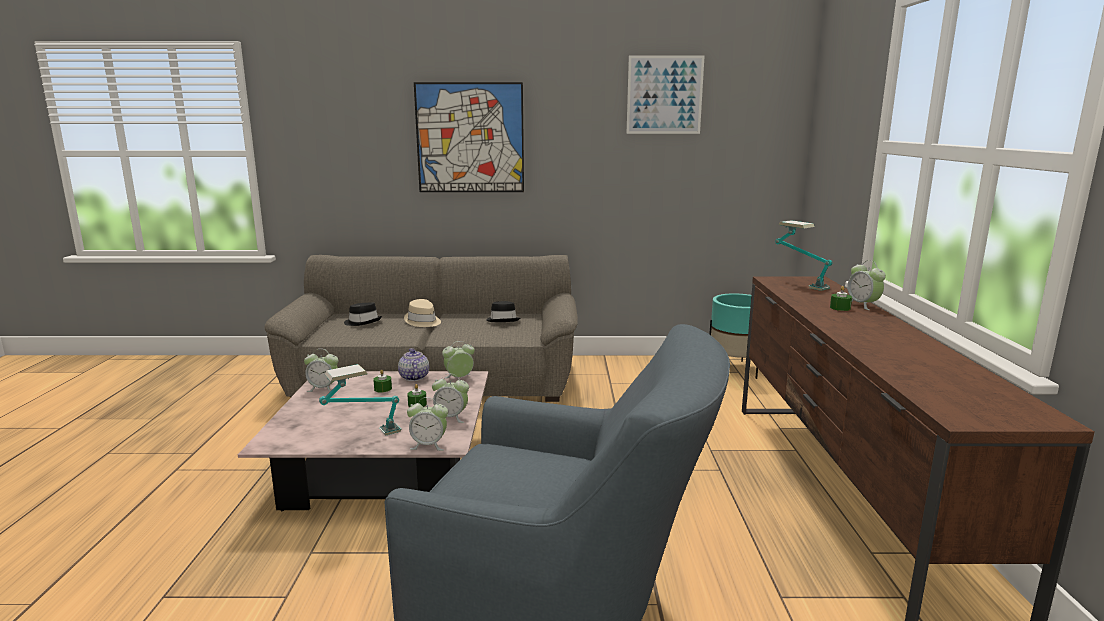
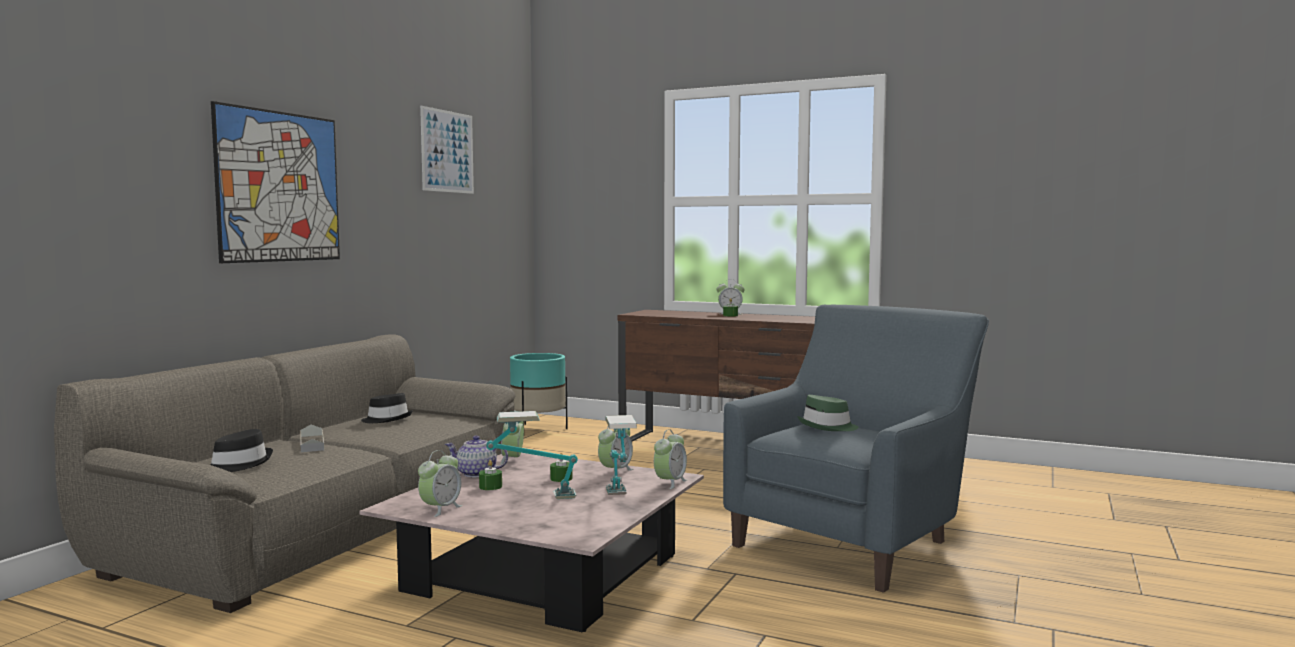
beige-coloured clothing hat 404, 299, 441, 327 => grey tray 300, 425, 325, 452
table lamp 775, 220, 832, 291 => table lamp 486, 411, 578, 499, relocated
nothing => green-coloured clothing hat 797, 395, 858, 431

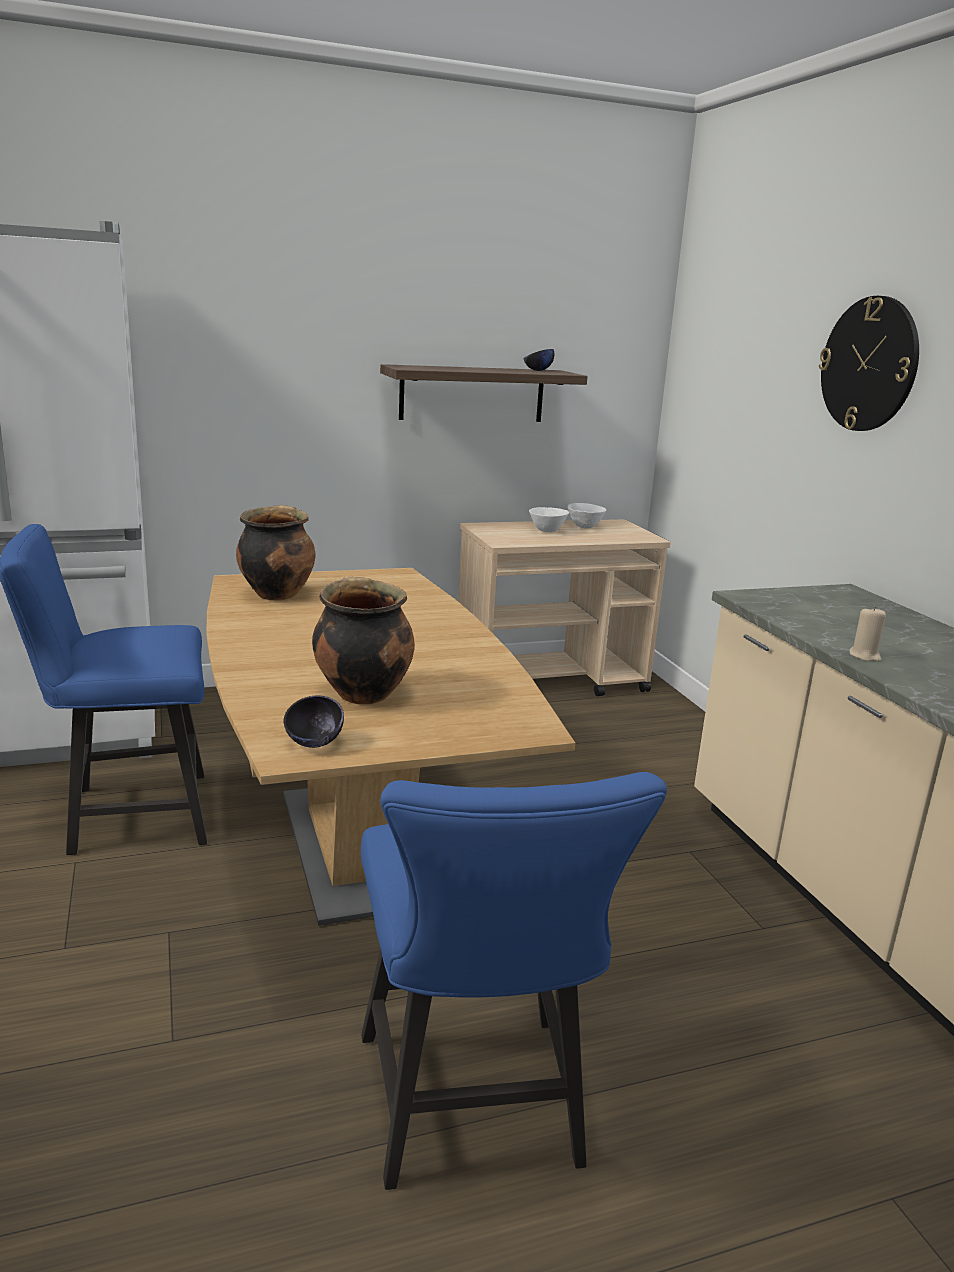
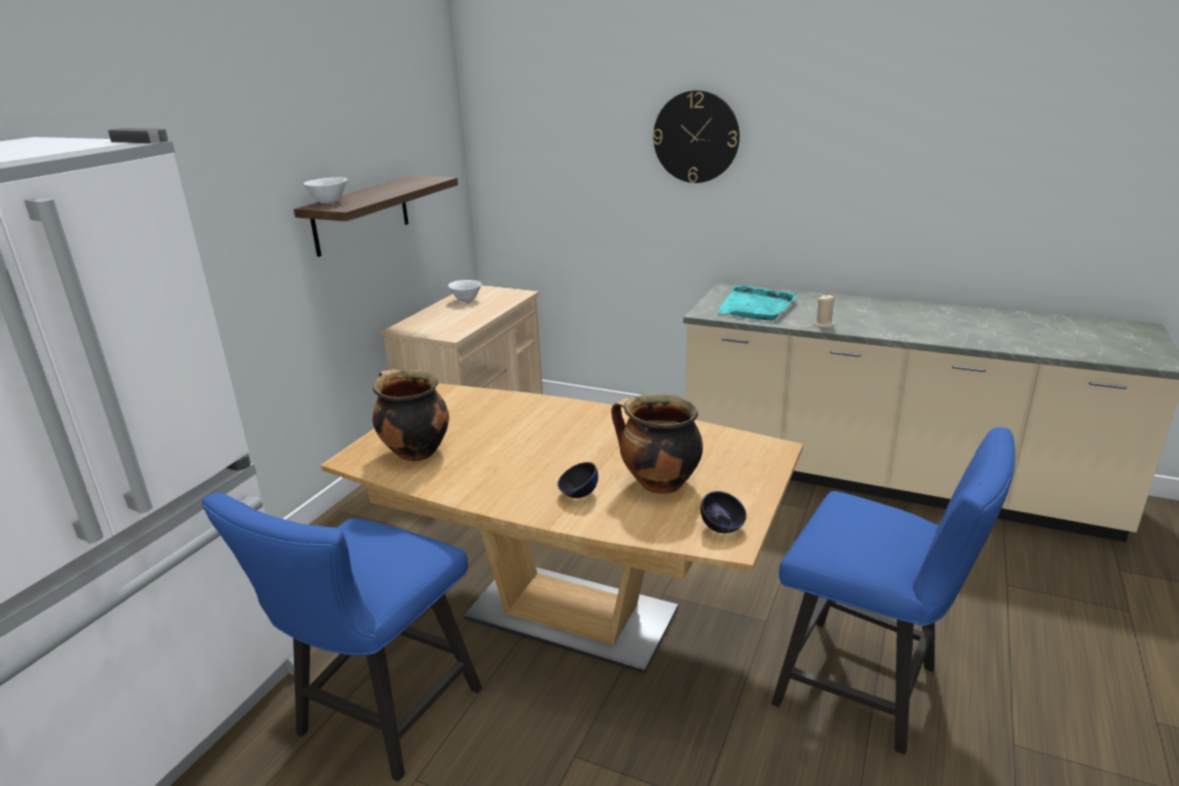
blackish deep dish 524, 349, 554, 371 => blackish deep dish 558, 462, 598, 498, relocated
white deep dish 529, 507, 569, 532 => white deep dish 304, 177, 347, 204, relocated
nothing => turquoise-coloured tray 717, 286, 797, 320

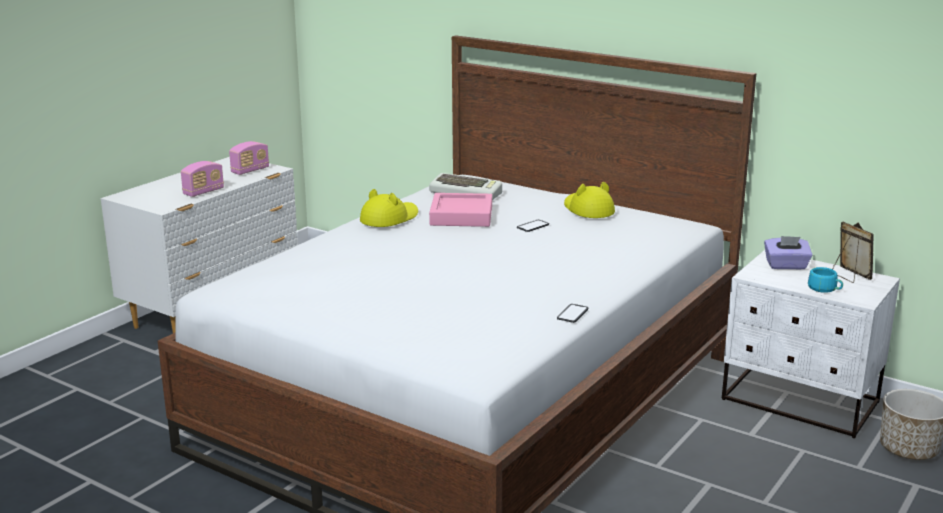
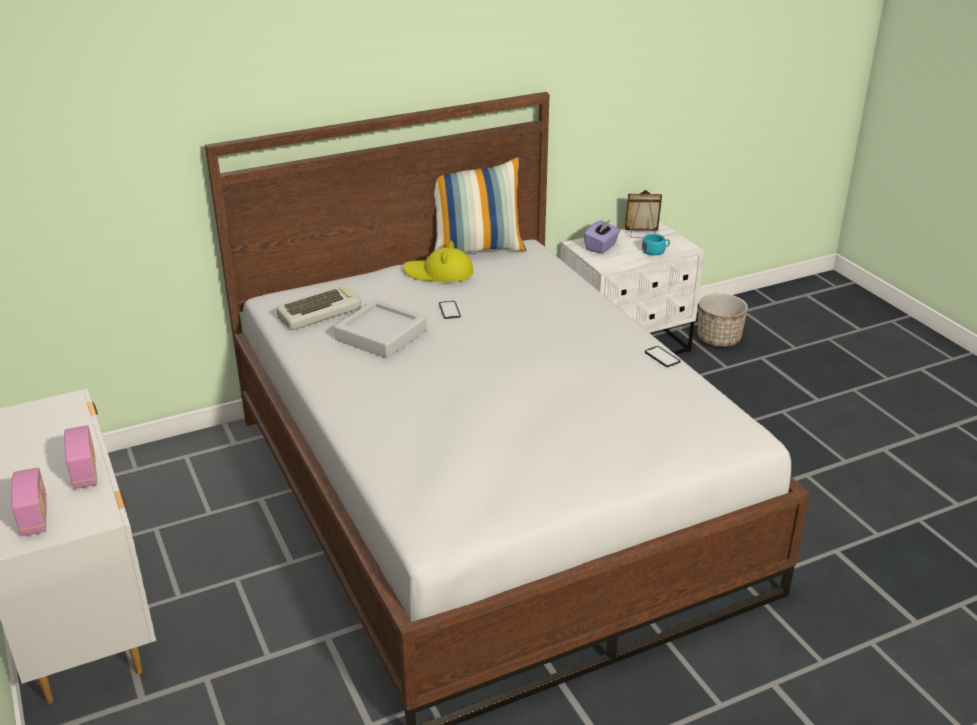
radio set 229, 141, 269, 175 => radio set 11, 468, 47, 536, relocated
yellowish clothing hat 360, 189, 418, 227 => nothing
pink tray 429, 193, 492, 227 => grey tray 334, 300, 427, 358
nothing => cushion 434, 157, 526, 253

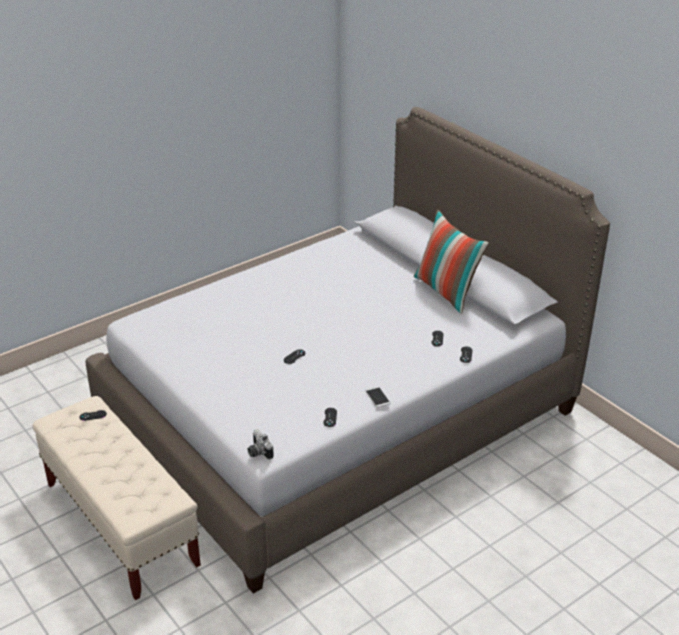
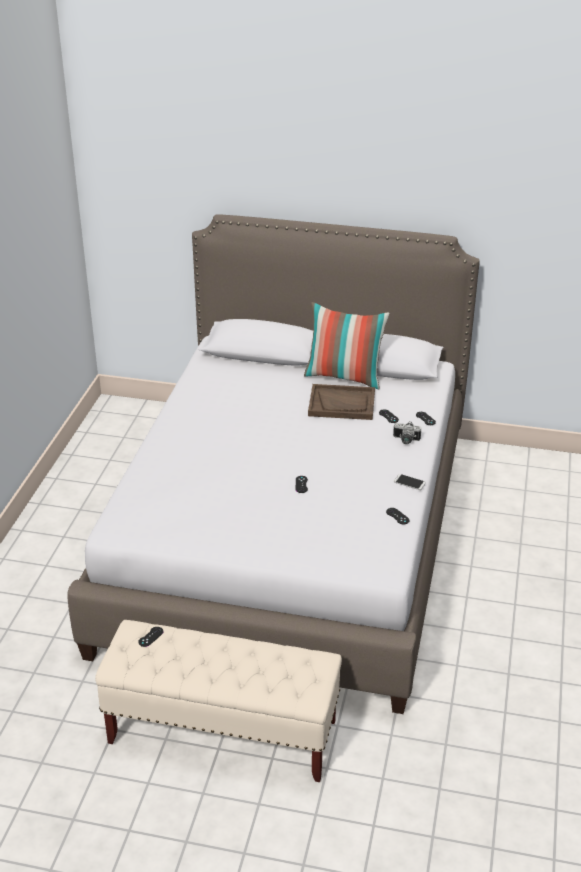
still camera 248, 429, 274, 460 => still camera 393, 421, 421, 444, relocated
nothing => brown-coloured tray 308, 384, 375, 420

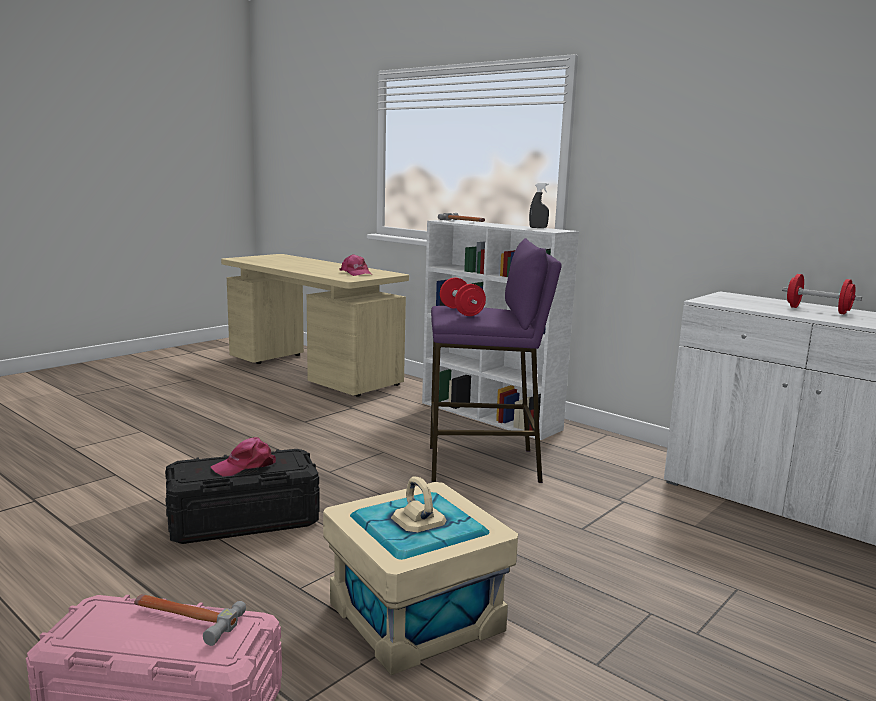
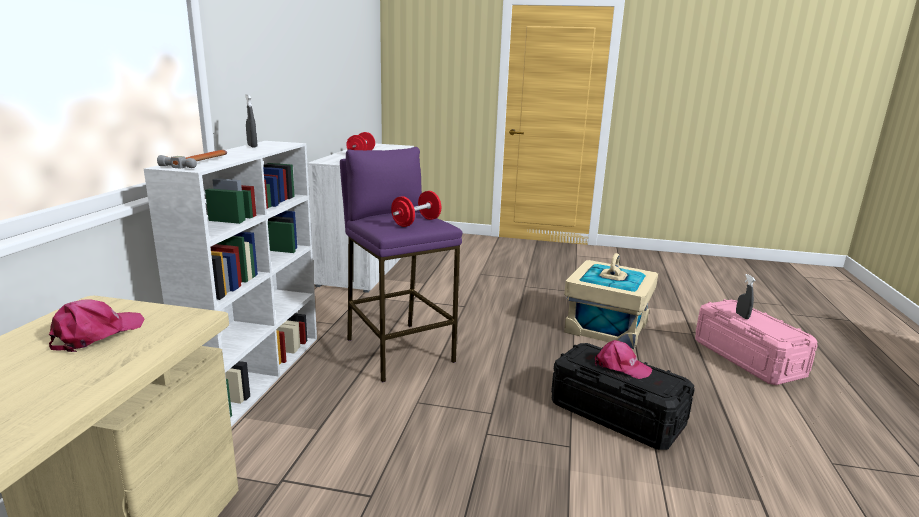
hand hammer 134, 594, 246, 646 => grey sprayer 736, 274, 756, 319

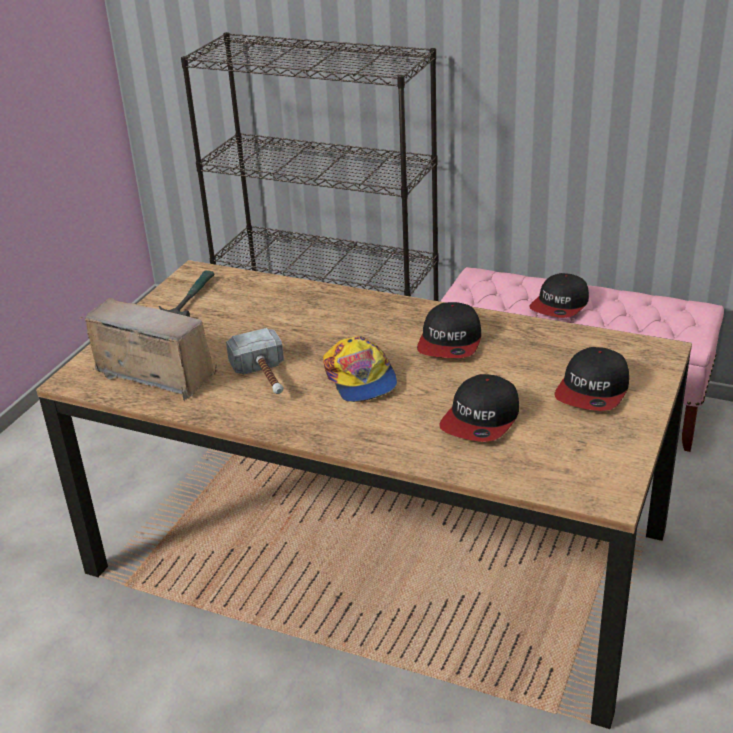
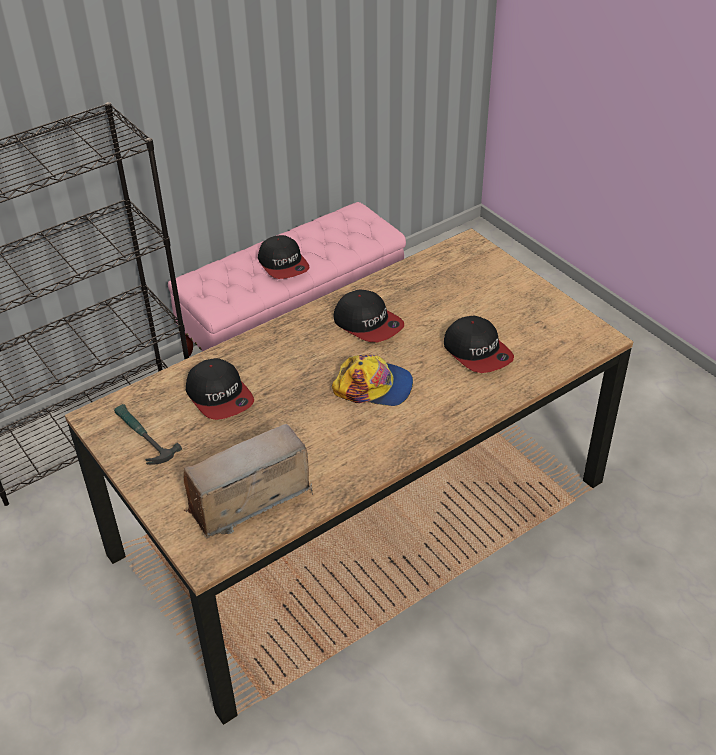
hand hammer 226, 328, 284, 394 => nothing
baseball cap 554, 347, 629, 411 => baseball cap 186, 358, 254, 420, relocated

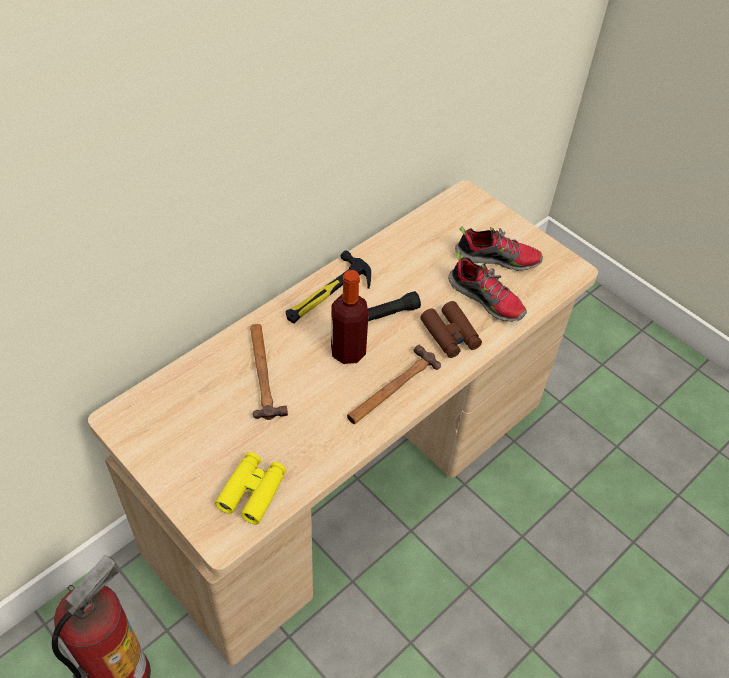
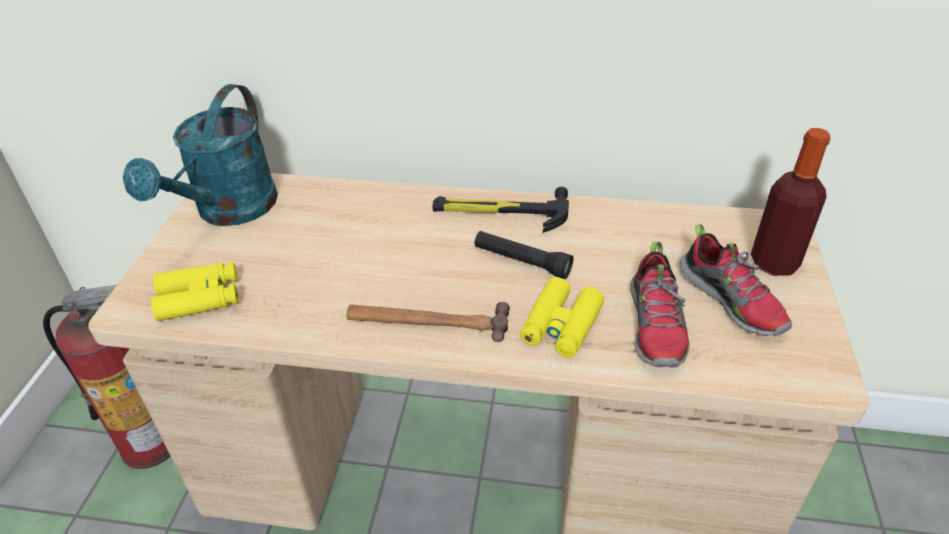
hand hammer 250, 324, 288, 420 => nothing
bottle 331, 270, 369, 364 => bottle 751, 128, 831, 276, relocated
brown-coloured binoculars 420, 301, 482, 358 => yellowish binoculars 520, 277, 604, 358
nothing => turquoise-coloured watering can 123, 84, 278, 226

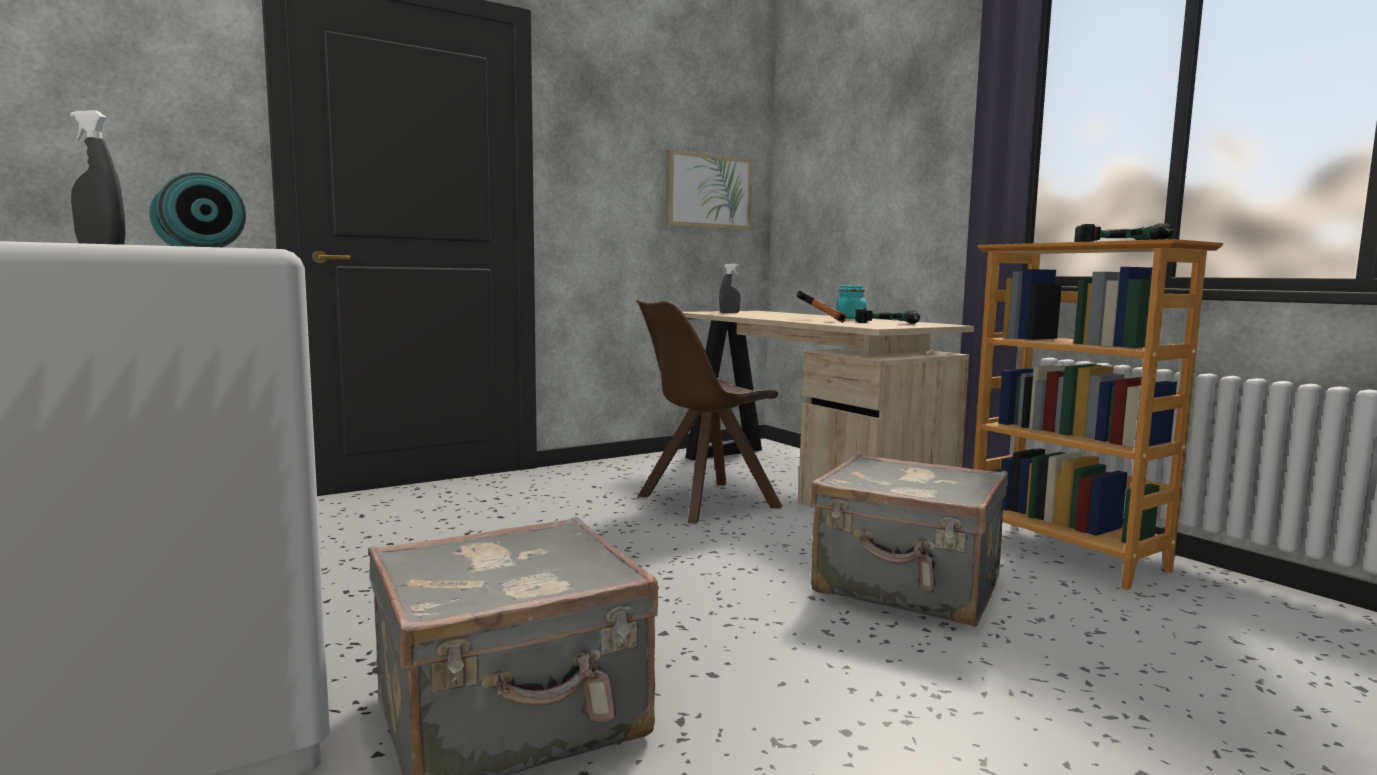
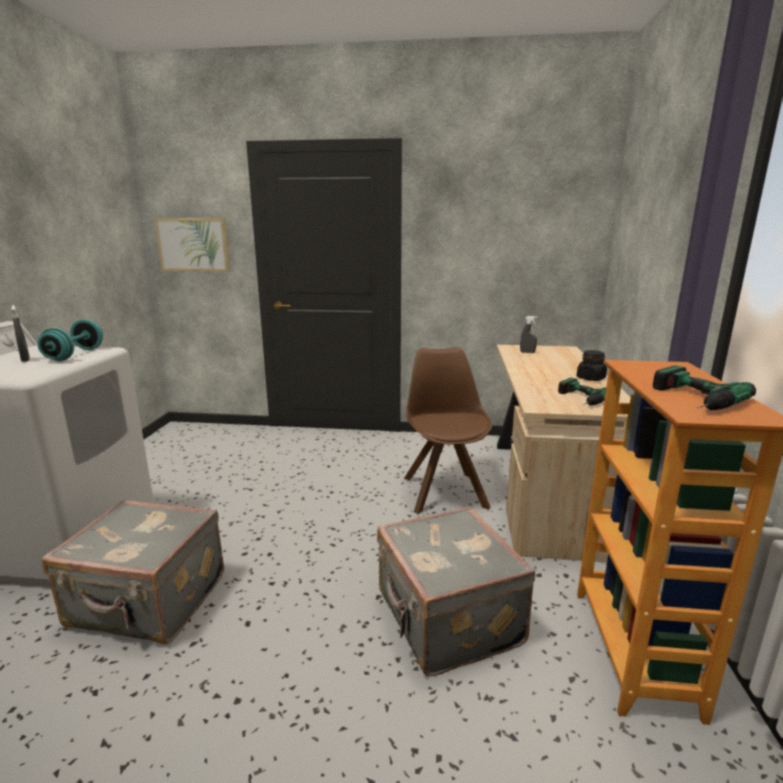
brown-coloured upright chair 636, 299, 782, 524 => brown-coloured upright chair 404, 347, 492, 514, 75 degrees clockwise
picture 666, 149, 752, 230 => picture 154, 218, 230, 272, relocated
hand hammer 797, 291, 847, 323 => nothing
turquoise-coloured jar 836, 285, 866, 319 => blackish jar 577, 350, 607, 381

